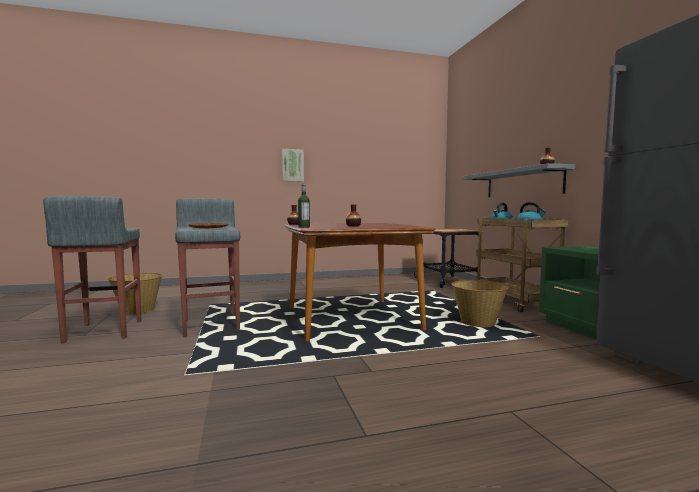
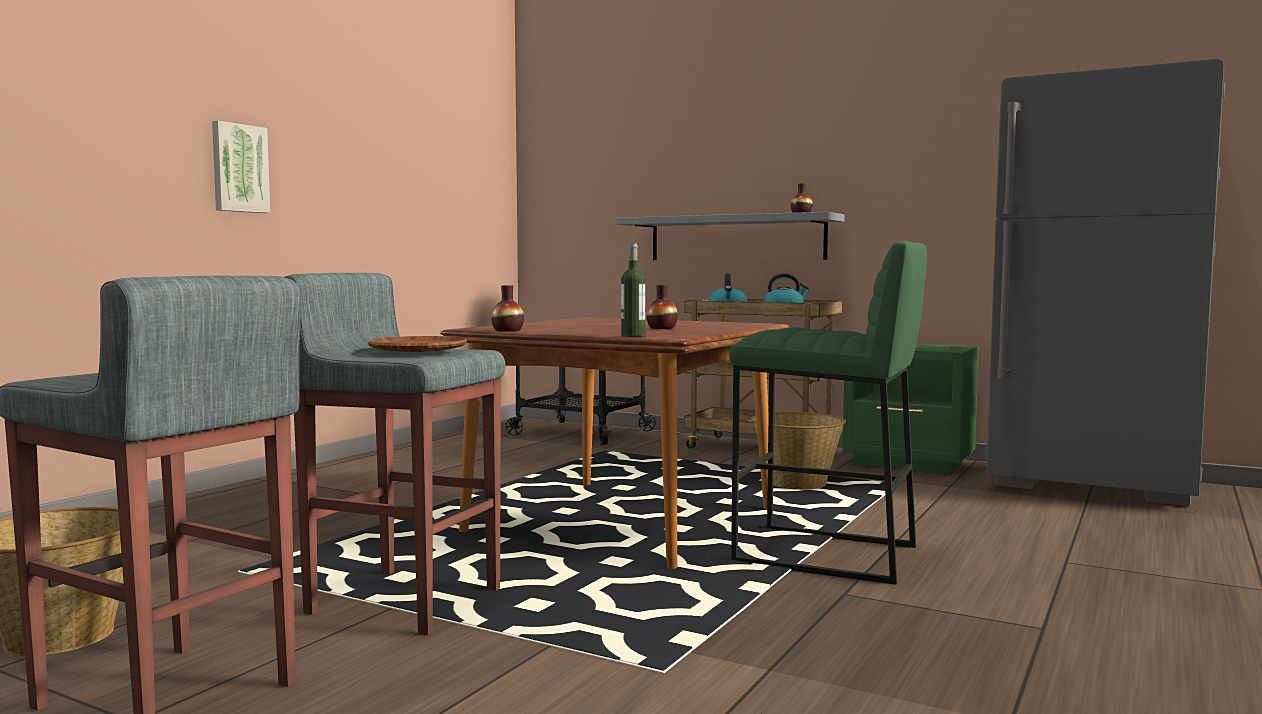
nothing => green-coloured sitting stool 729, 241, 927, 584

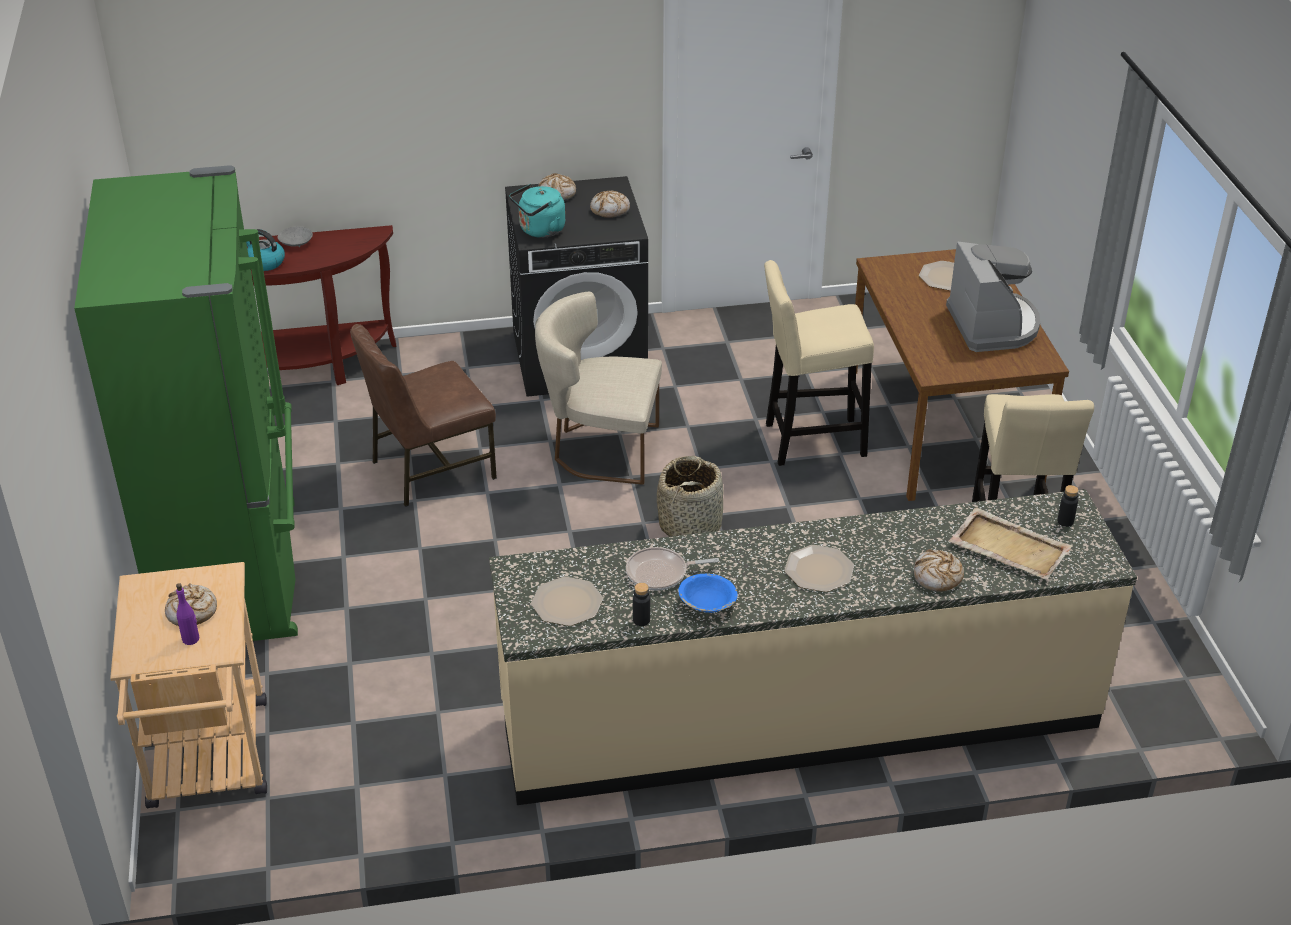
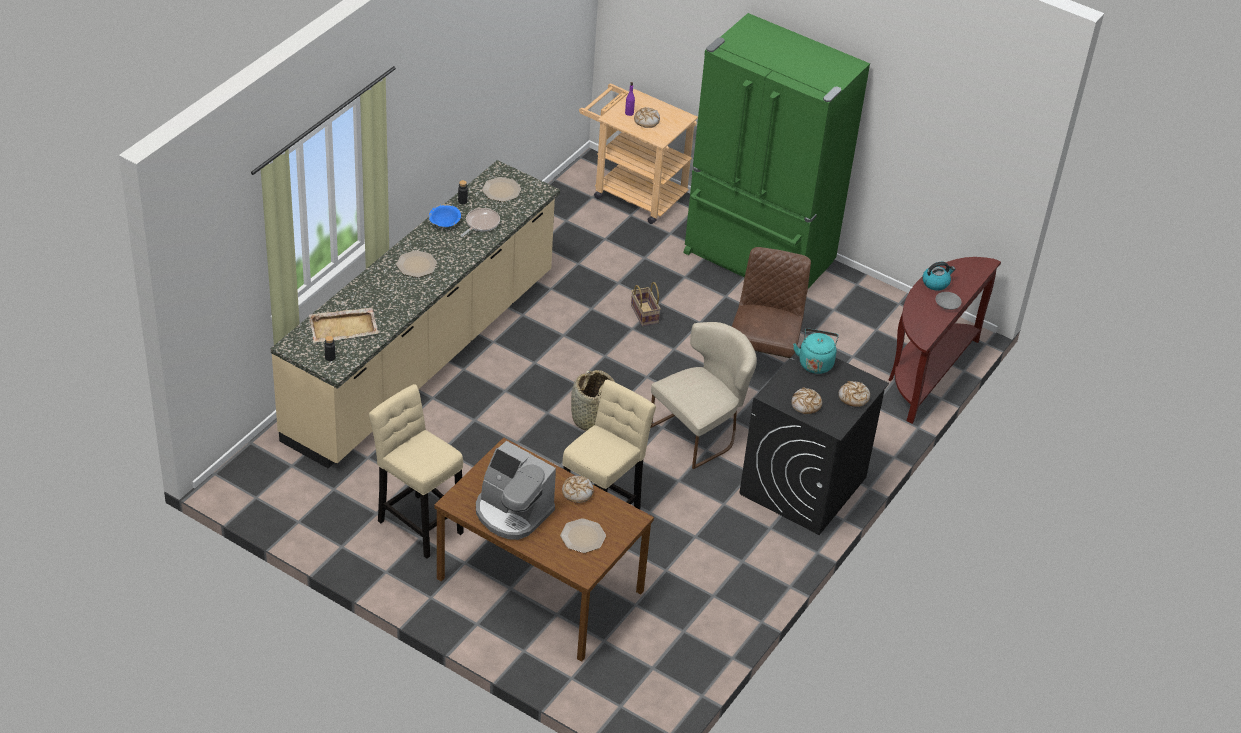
bakery bread 914, 549, 964, 592 => bakery bread 562, 476, 594, 503, relocated
nothing => household basket 631, 282, 661, 326

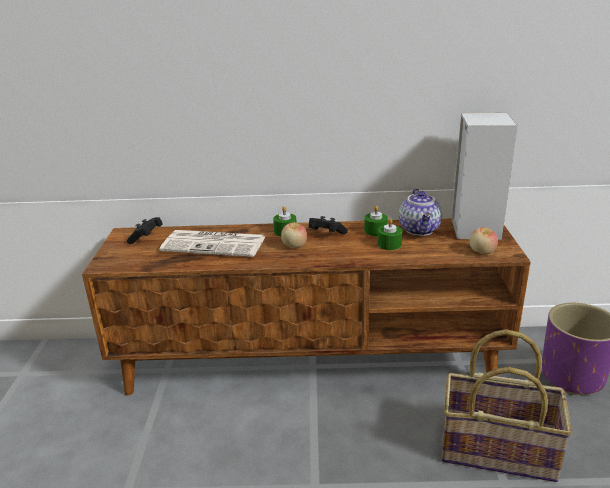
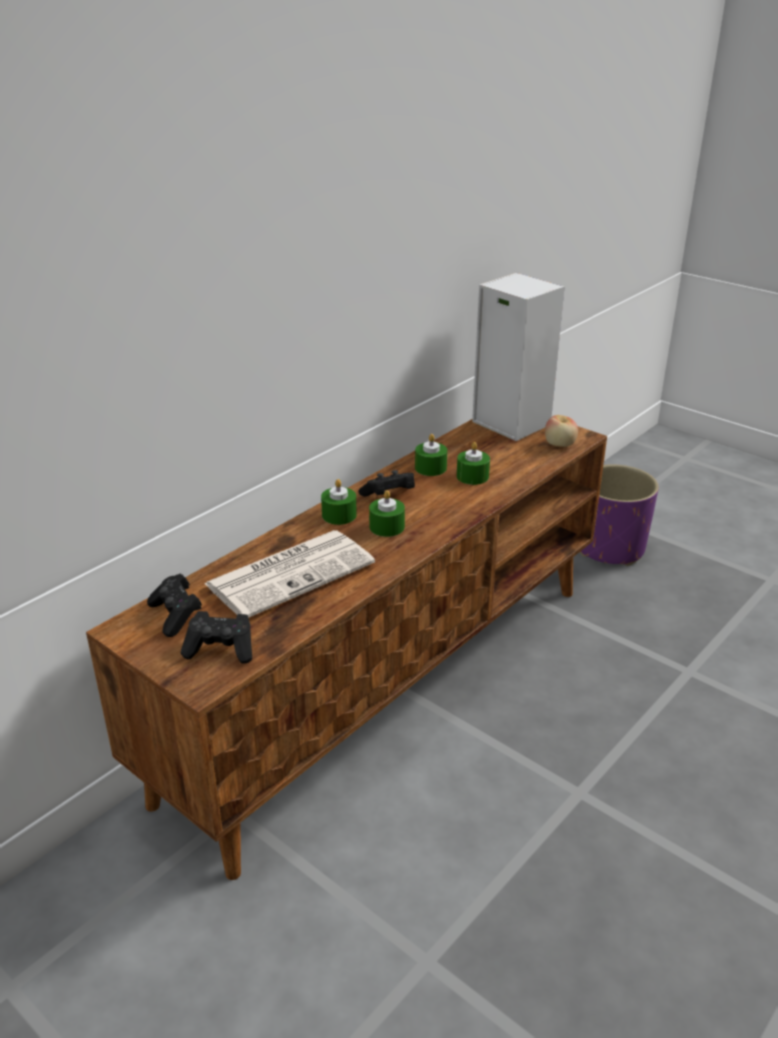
whole apple 281, 222, 307, 248 => green-coloured candle 369, 490, 405, 537
tea pot 399, 189, 442, 236 => nothing
household basket 441, 329, 572, 482 => nothing
nothing => blackish joypad 181, 611, 252, 664

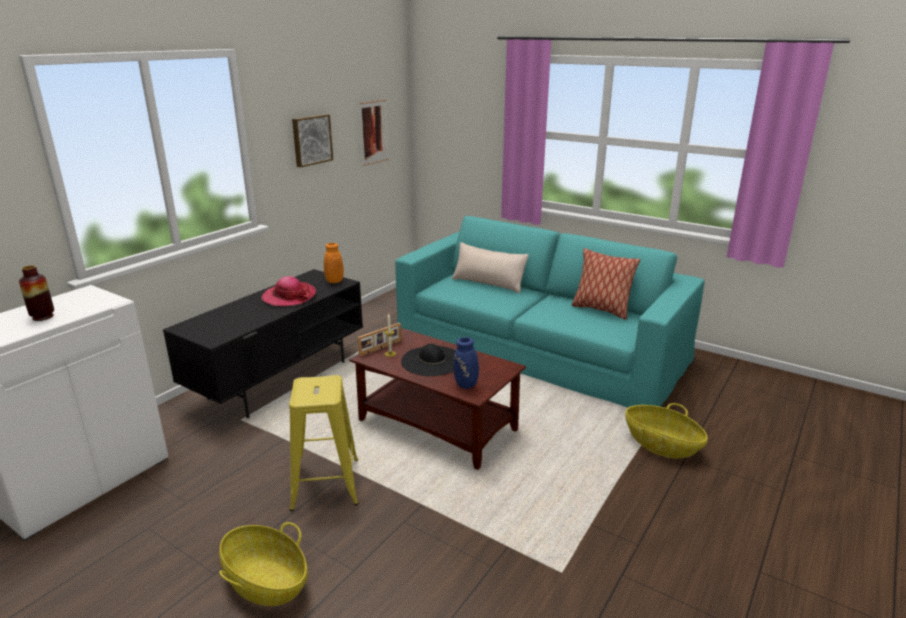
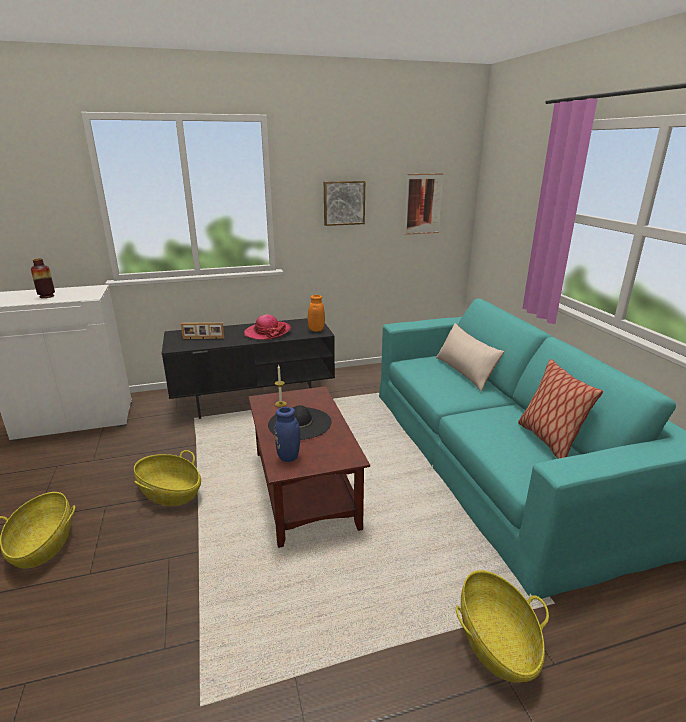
yellowish sitting stool 289, 375, 358, 511 => household basket 134, 450, 201, 506
photo frame 358, 323, 402, 356 => photo frame 181, 323, 224, 339, relocated

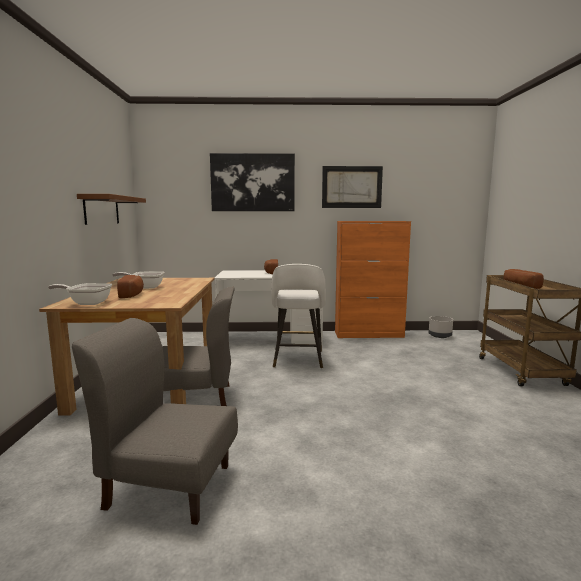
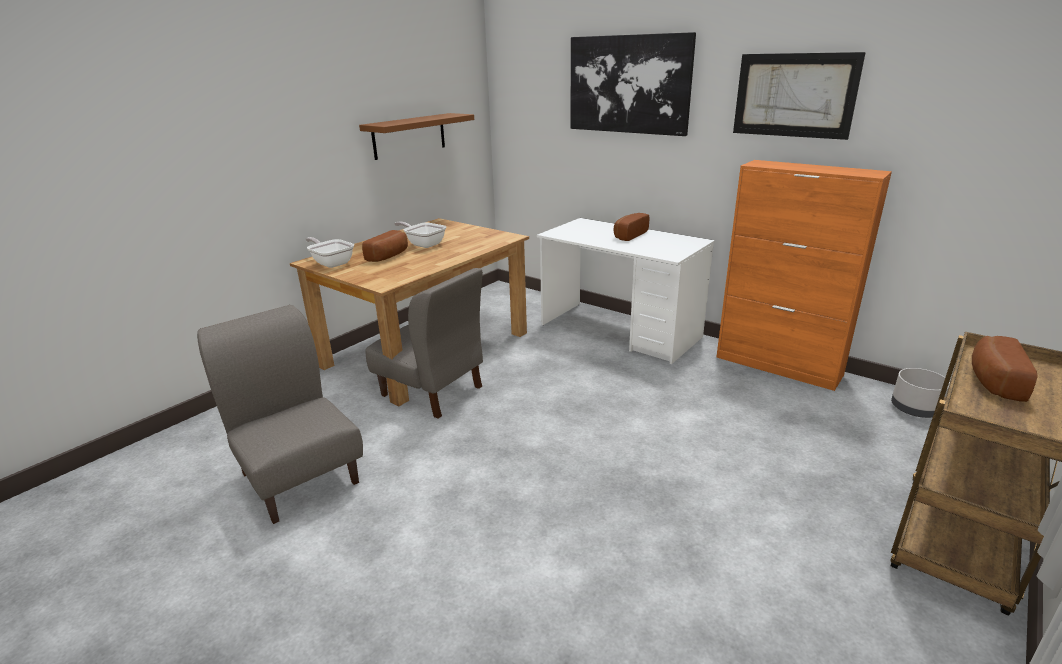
white sitting stool 272, 264, 326, 368 => nothing

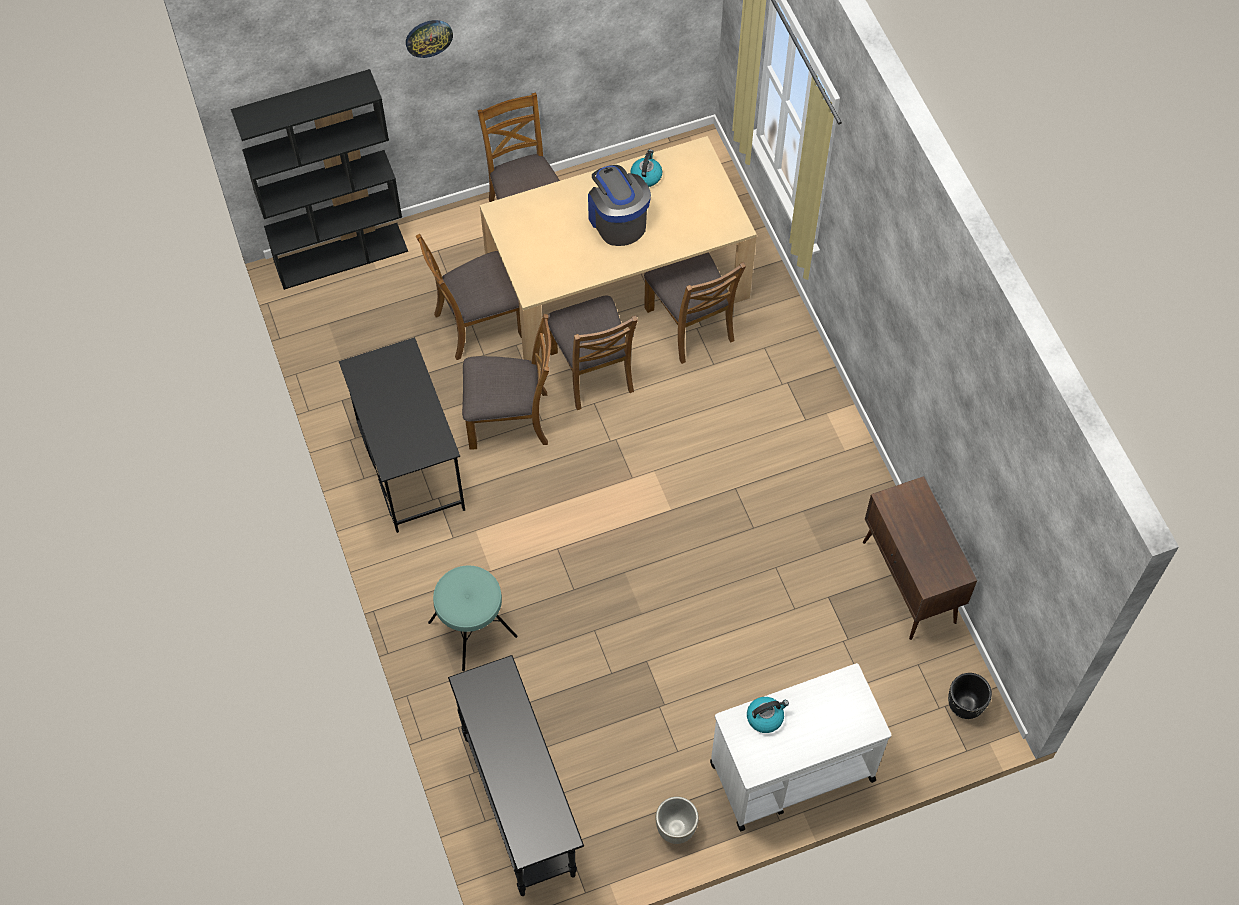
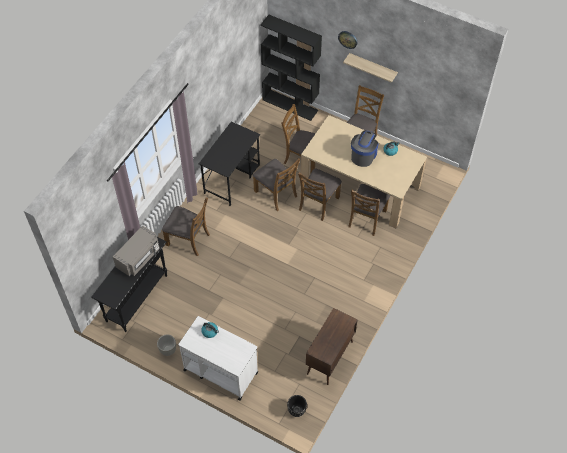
turquoise-coloured sitting stool 428, 565, 518, 671 => brown-coloured upright chair 162, 197, 210, 256
nothing => grey kitchen microwave 113, 225, 160, 277
nothing => bracket shelf 343, 53, 398, 83

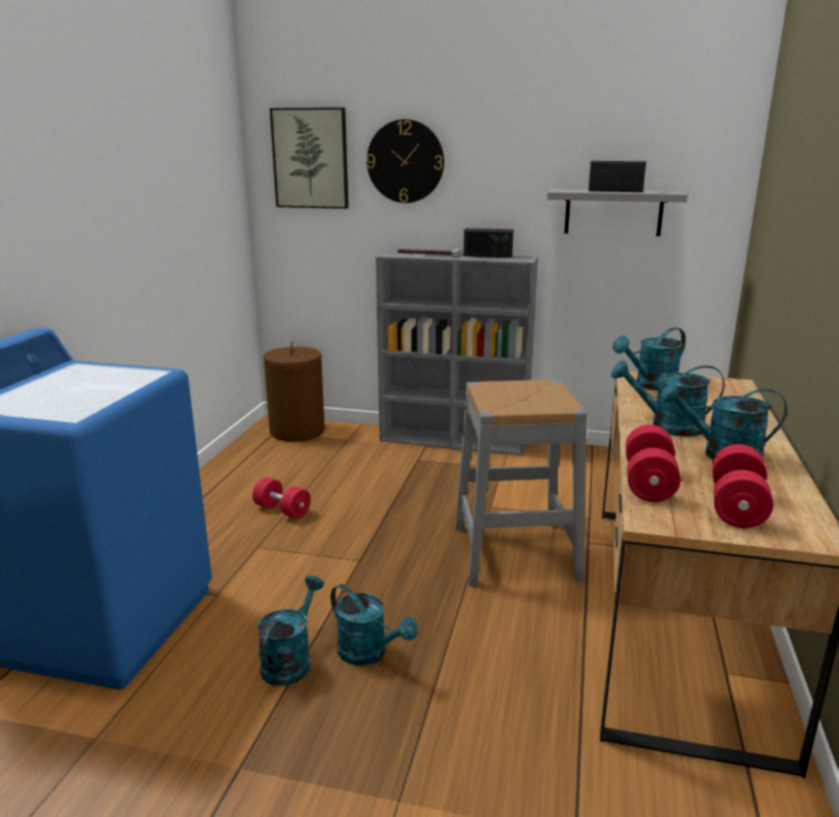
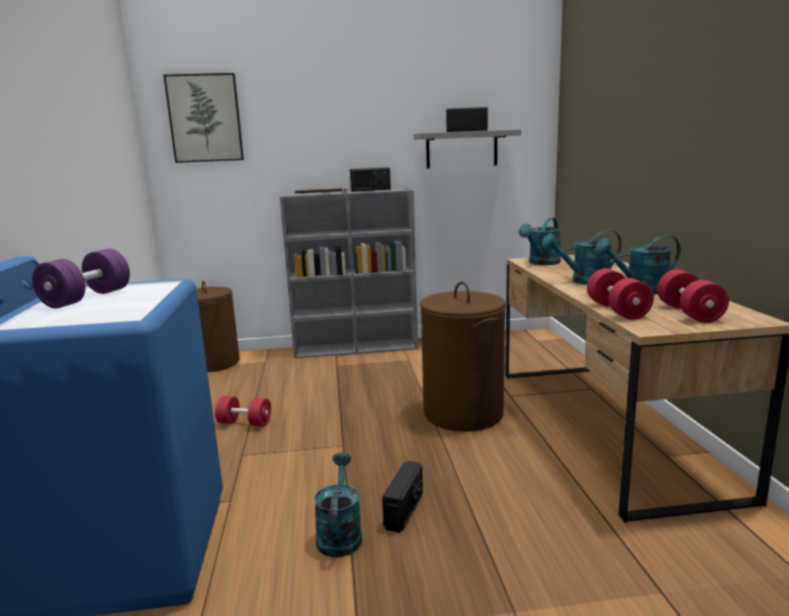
turquoise-coloured watering can 331, 584, 418, 666 => radio set 382, 461, 423, 533
wall clock 367, 119, 444, 203 => nothing
grey sitting stool 455, 380, 587, 587 => brown-coloured hamper 420, 282, 506, 432
nothing => purplish hand weight 32, 249, 130, 309

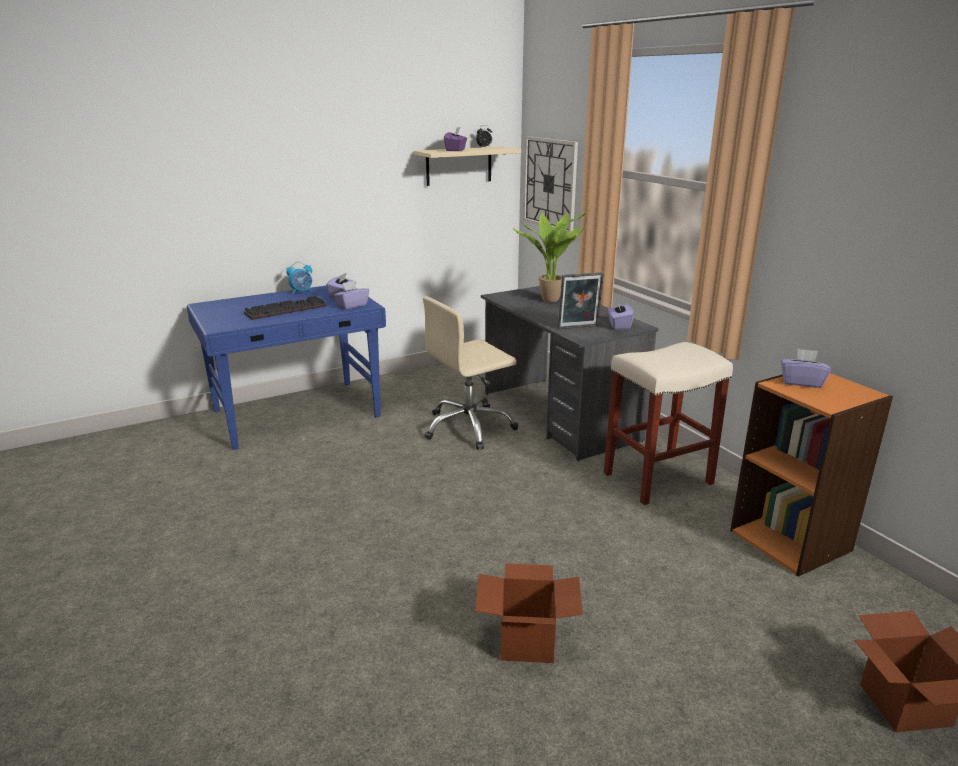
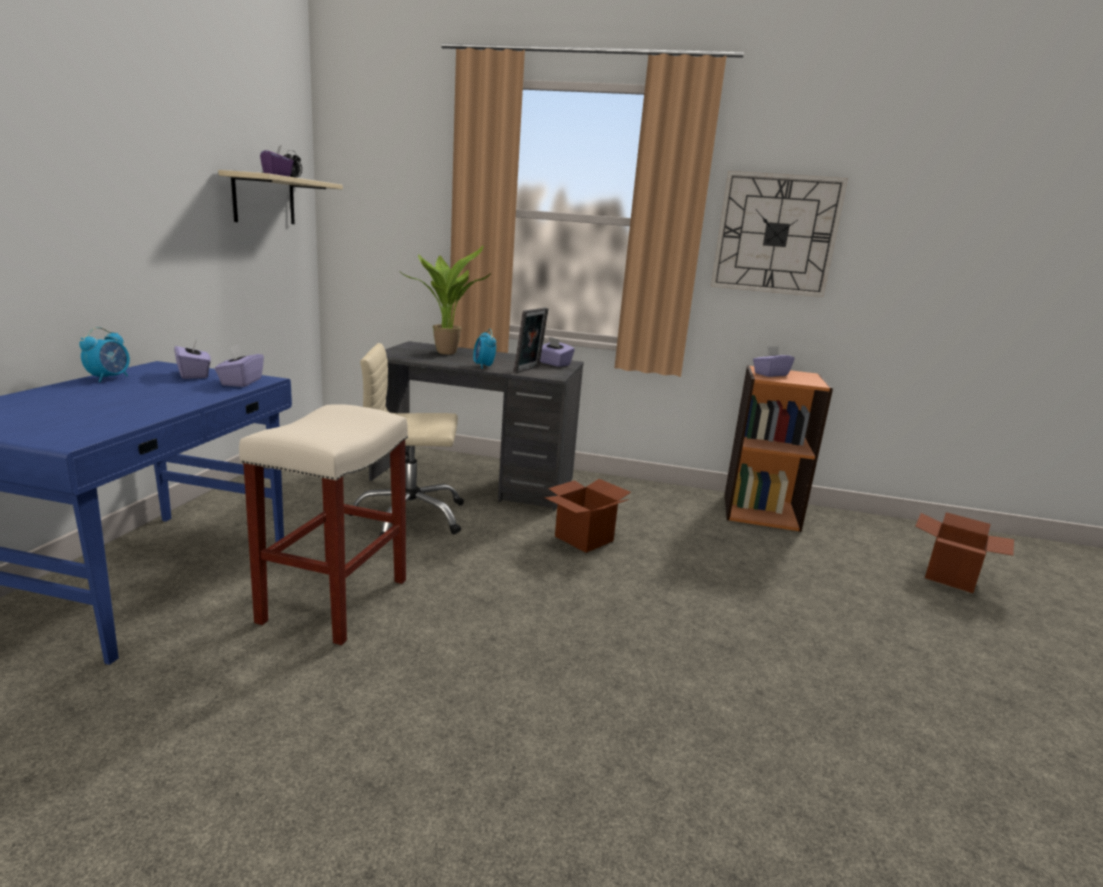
keyboard 244, 296, 326, 320 => nothing
beige-coloured desk chair 423, 296, 518, 450 => beige-coloured desk chair 348, 343, 464, 537, 75 degrees clockwise
cardboard box 475, 563, 583, 663 => cardboard box 544, 479, 631, 553, relocated
wall clock 523, 136, 578, 233 => wall clock 711, 171, 848, 297, relocated
beige-coloured sitting stool 604, 342, 733, 505 => beige-coloured sitting stool 239, 404, 408, 645, relocated
nothing => table clock 473, 329, 496, 369

